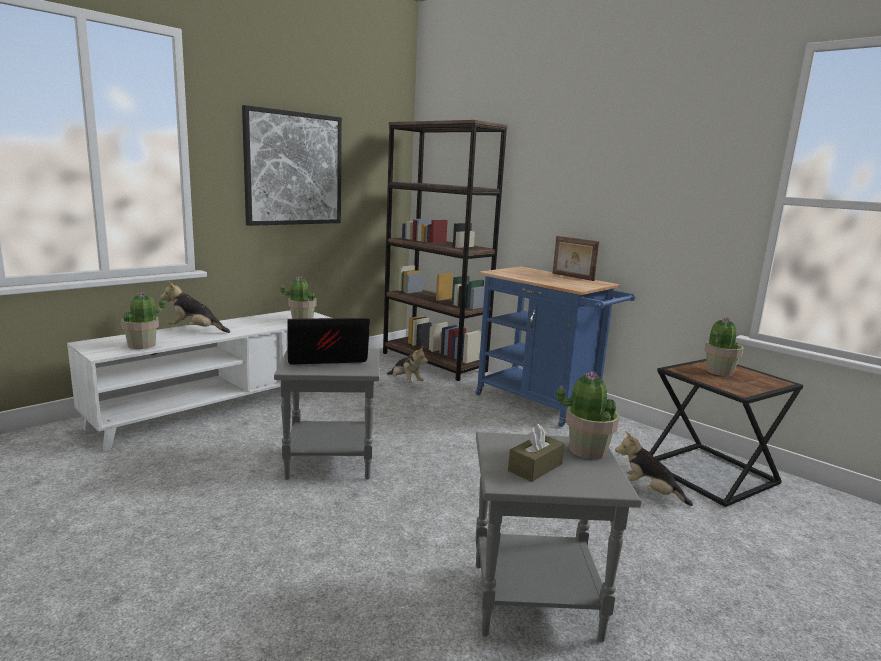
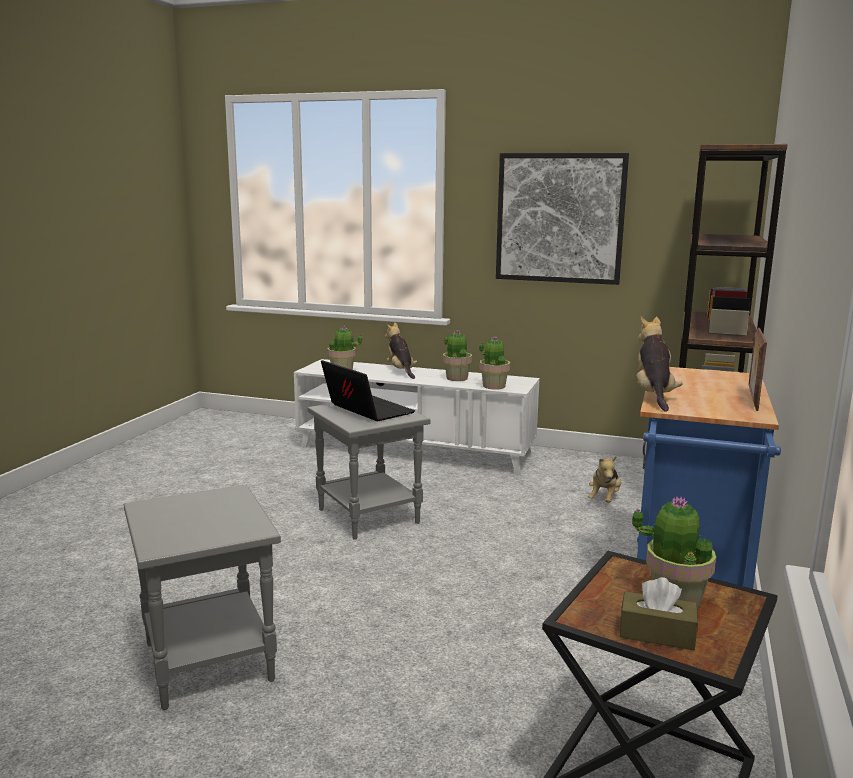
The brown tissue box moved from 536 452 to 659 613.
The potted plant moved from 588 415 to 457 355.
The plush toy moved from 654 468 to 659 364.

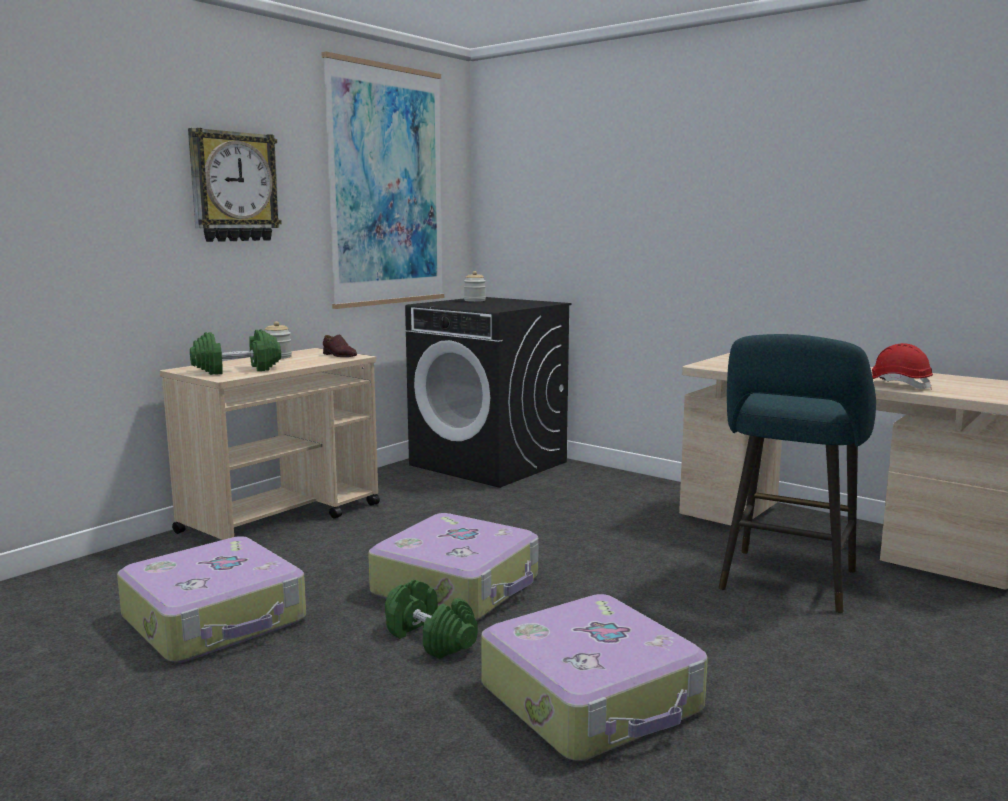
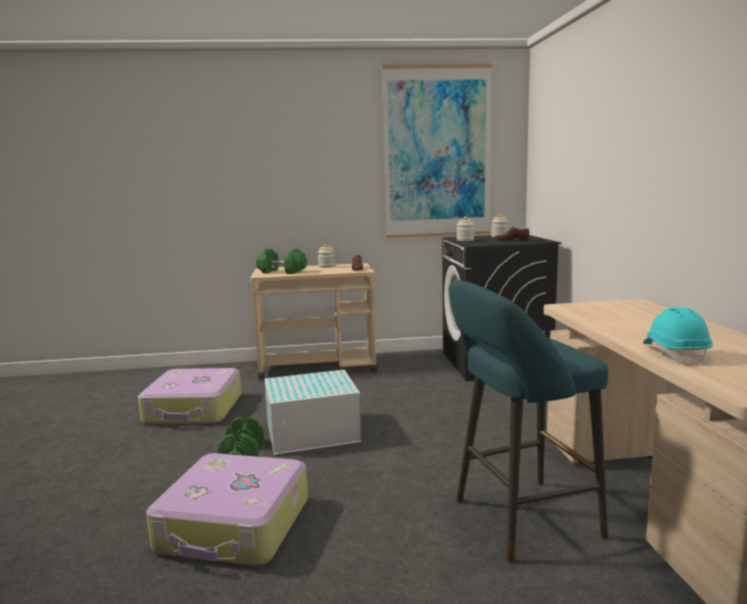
The wall clock at 235 185 disappeared.
The jar at 465 228 appeared.
The brown shoe at 511 234 appeared.
The suitcase at 453 567 was replaced by the white storage box at 312 412.
The red hard hat at 902 366 became the turquoise hard hat at 677 336.

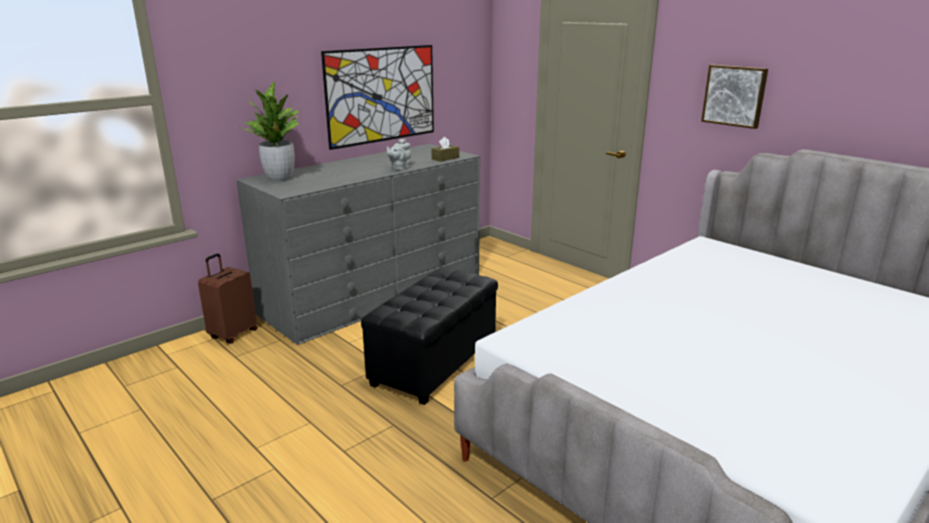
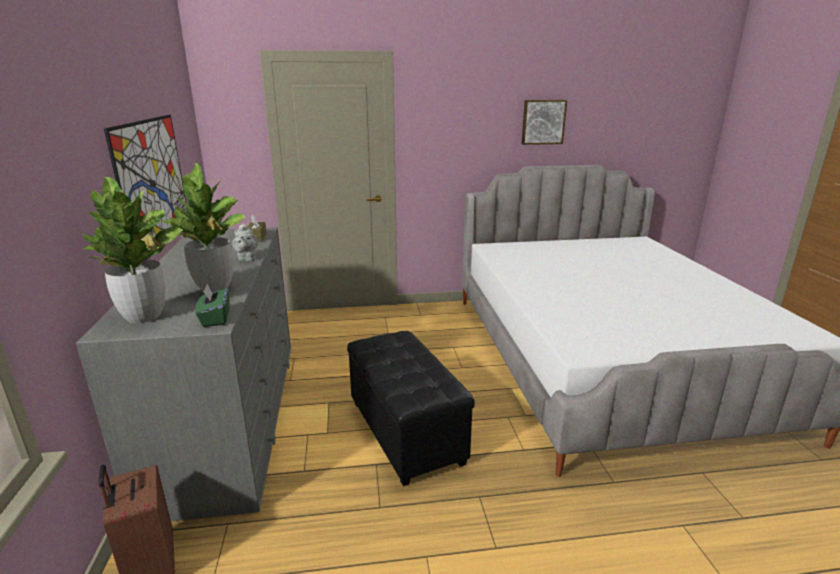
The potted plant at 202 227 appeared.
The green tissue box at 212 305 appeared.
The picture moved from 734 97 to 544 122.

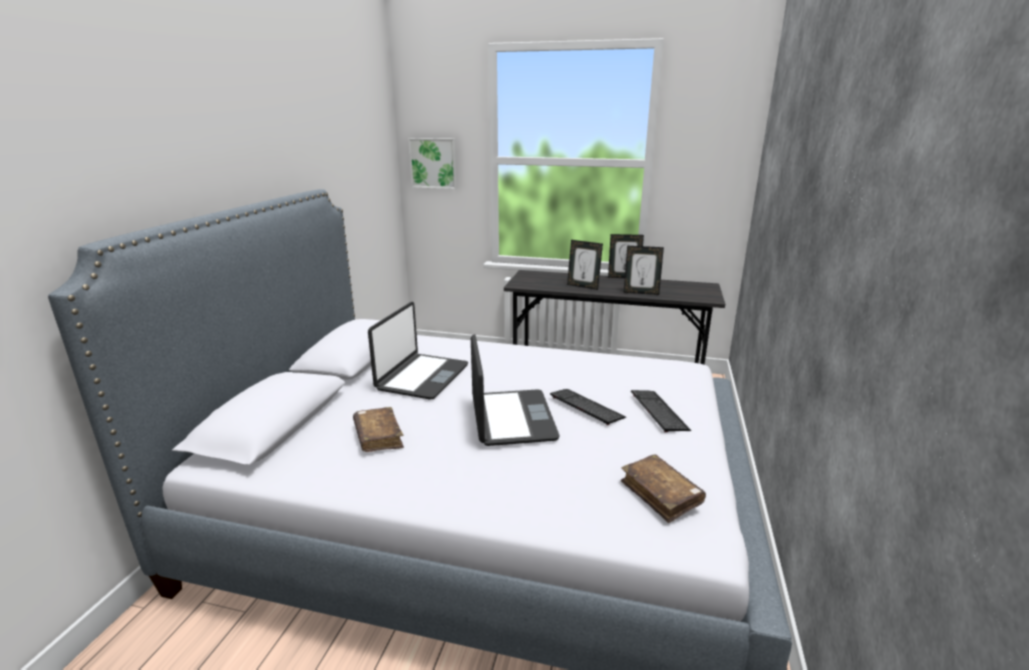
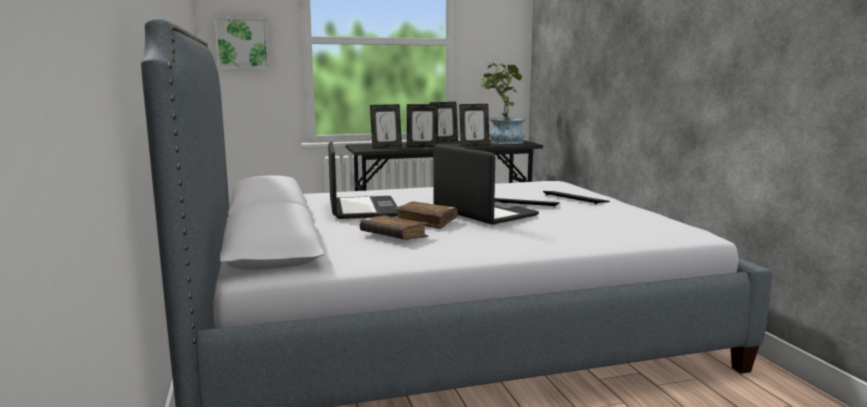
The picture frame at 386 126 appeared.
The potted plant at 500 103 appeared.
The brown book moved from 663 488 to 426 215.

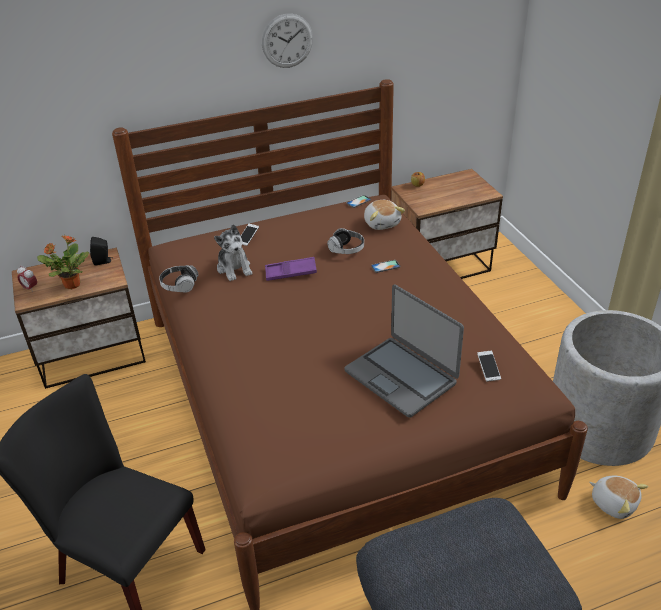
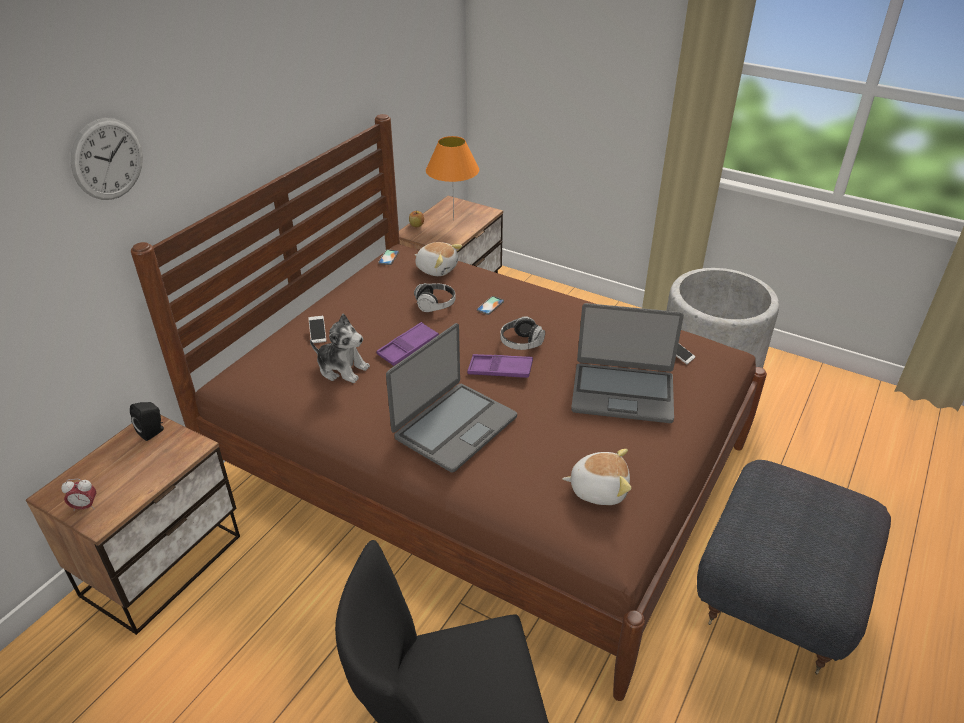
The potted plant at 63 262 disappeared.
The laptop at 451 398 appeared.
The orange table lamp at 452 178 appeared.
The purple tray at 500 366 appeared.
The headphones moved from 178 279 to 522 333.
The wall clock moved from 287 41 to 107 159.
The plush toy moved from 618 497 to 596 477.

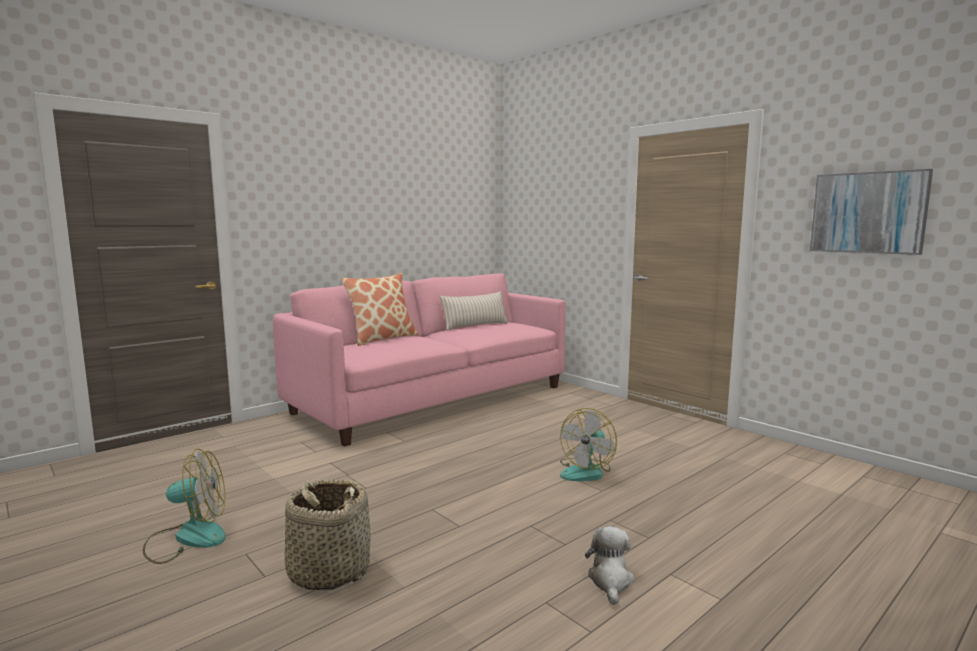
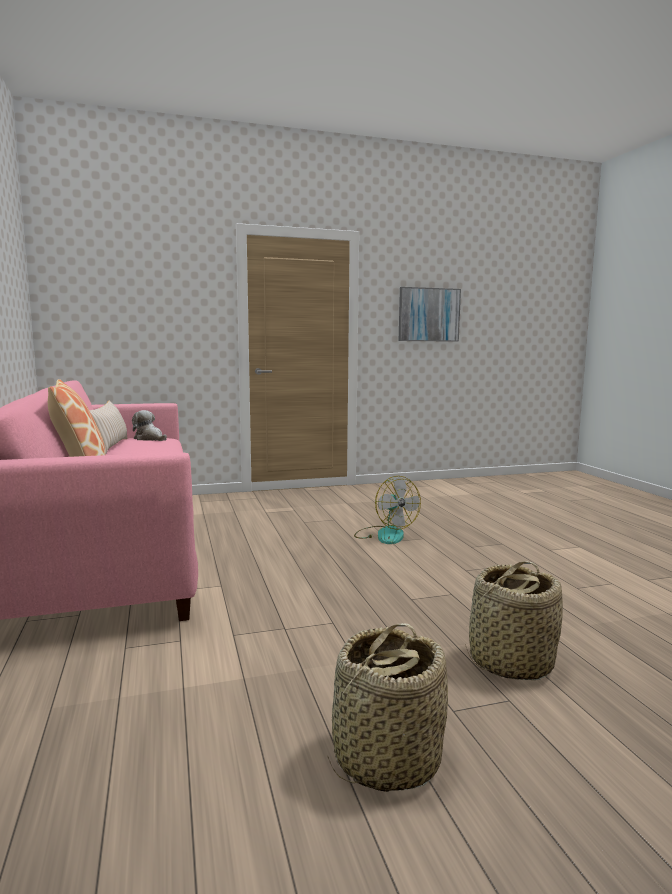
The plush toy moved from 610 565 to 149 425.
The fan at 184 506 was replaced by the basket at 387 707.

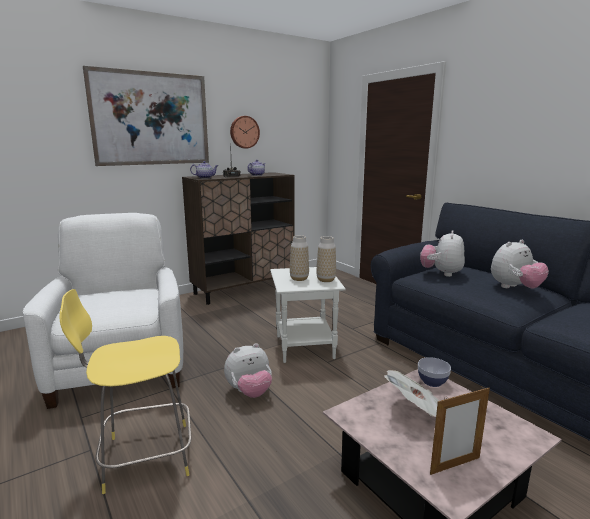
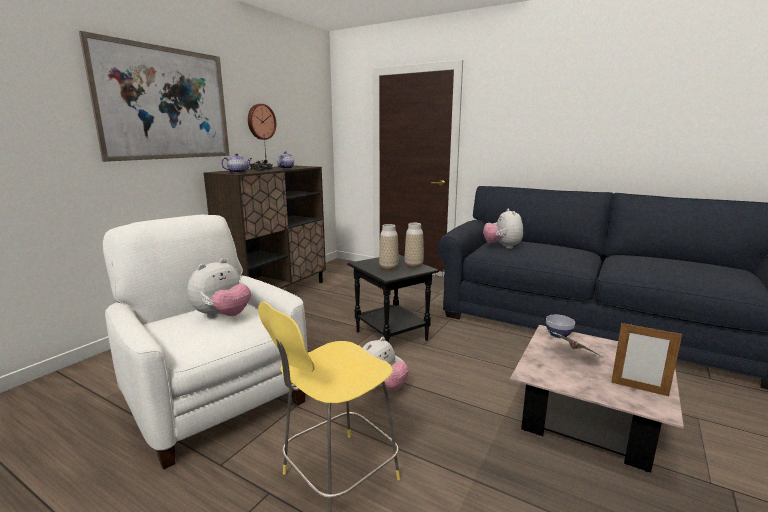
The plush toy moved from 520 264 to 219 288.
The white side table at 308 315 became the black side table at 393 298.
The picture frame at 460 431 turned 75 degrees clockwise.

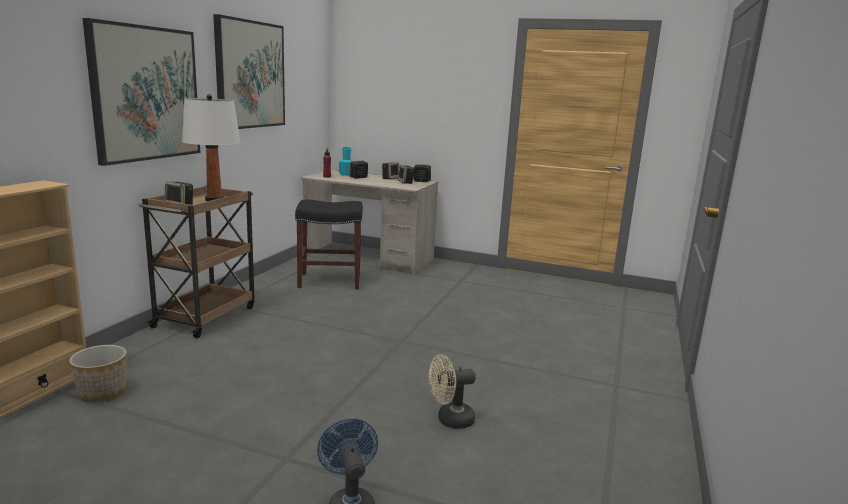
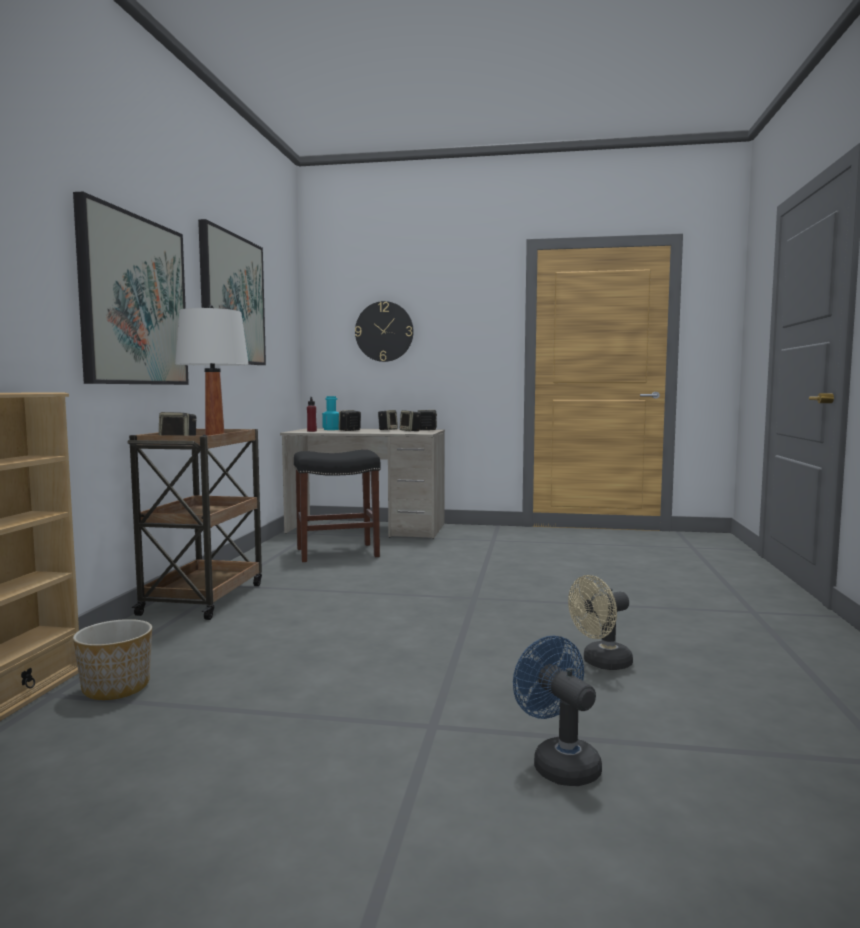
The wall clock at 384 331 appeared.

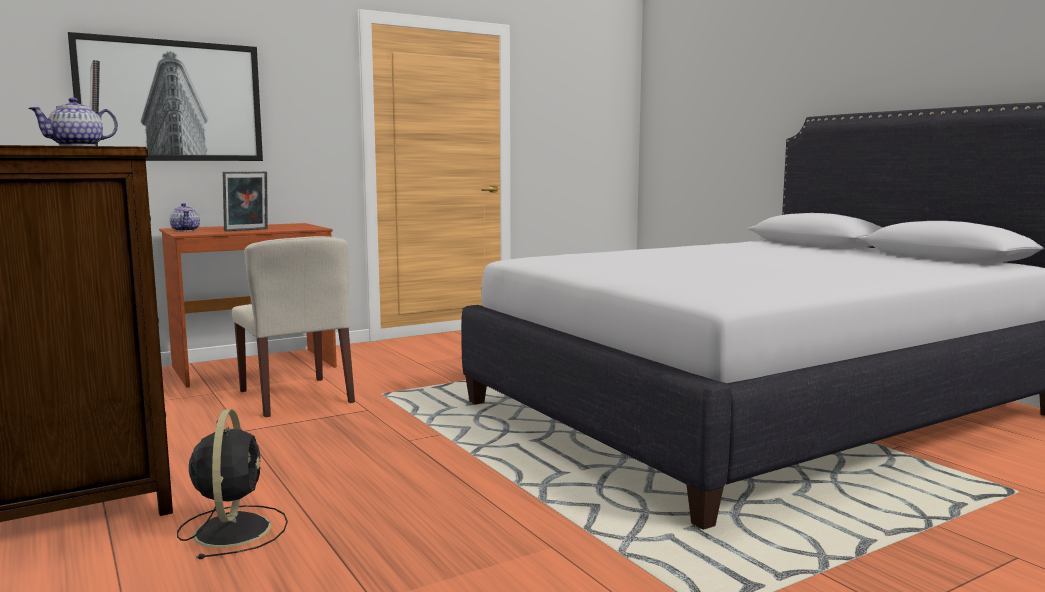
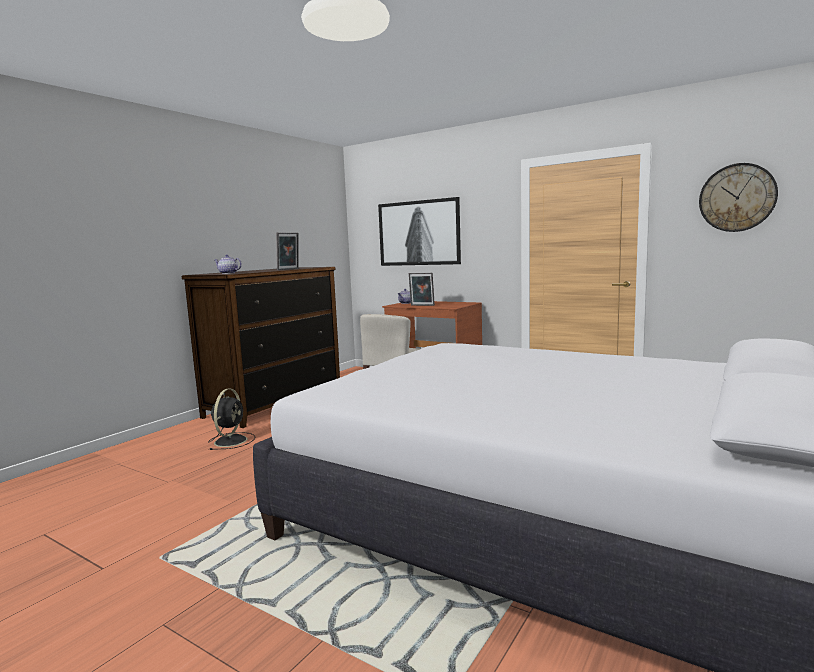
The wall clock at 738 197 appeared.
The black fan at 232 484 turned 45 degrees counterclockwise.

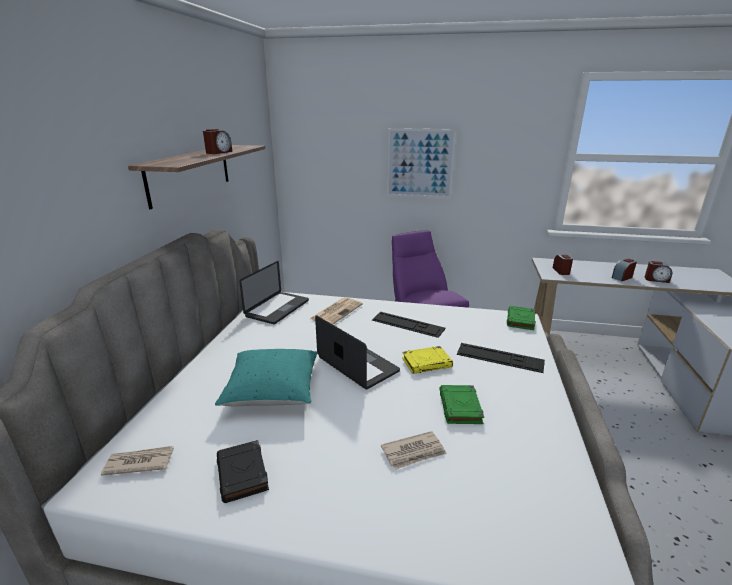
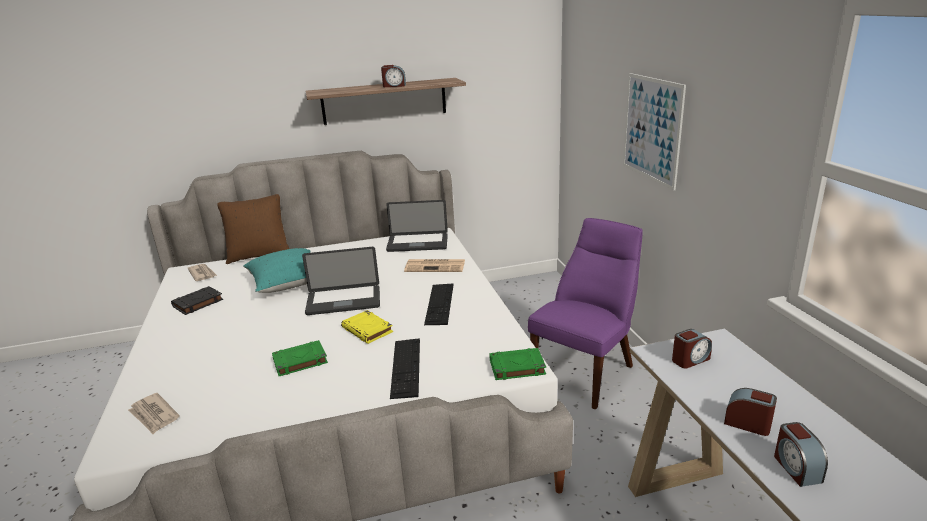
The brown pillow at 253 229 appeared.
The newspaper moved from 414 450 to 154 413.
The laptop at 357 352 turned 60 degrees clockwise.

